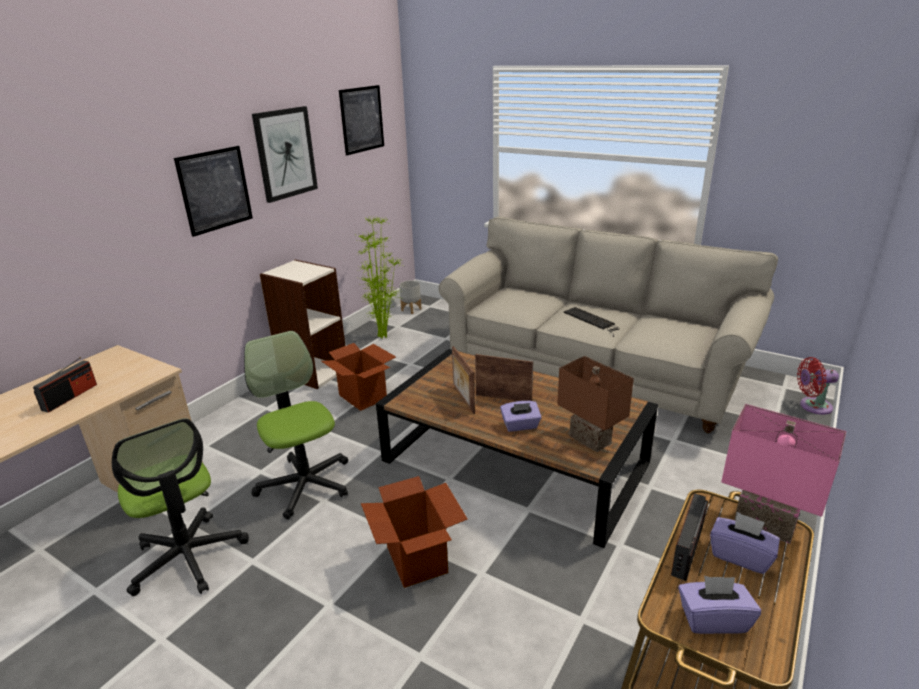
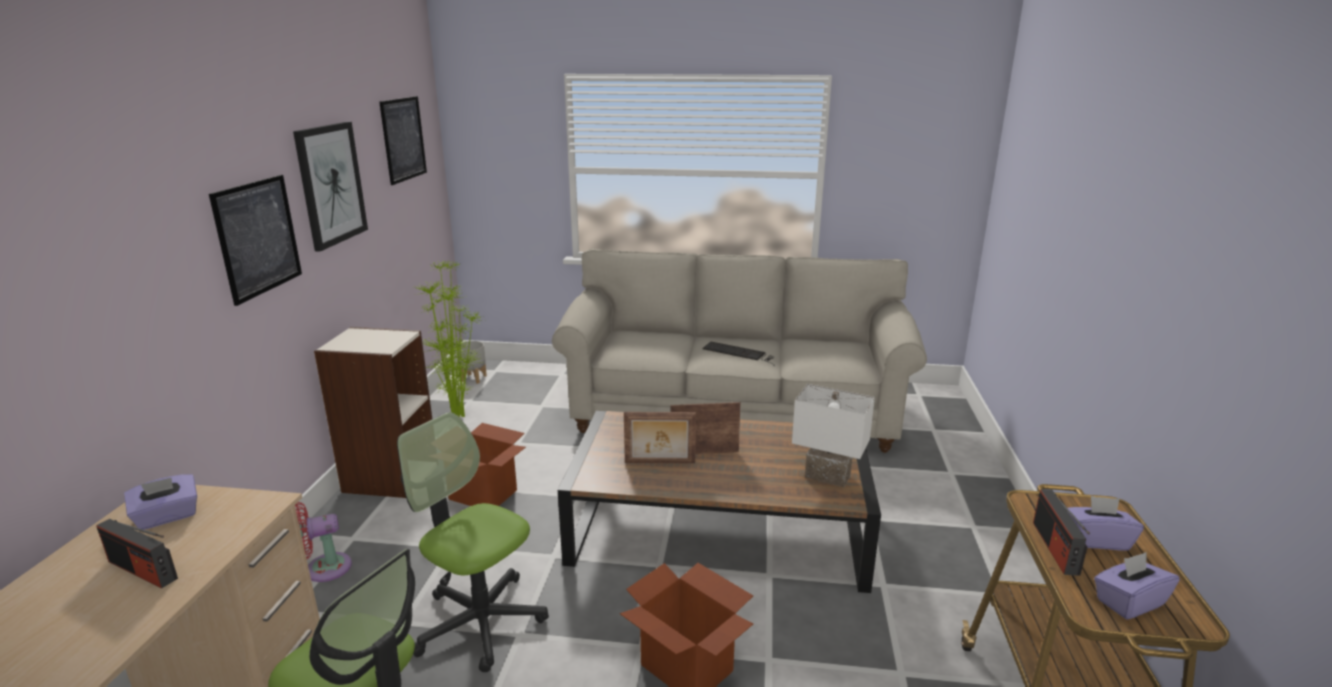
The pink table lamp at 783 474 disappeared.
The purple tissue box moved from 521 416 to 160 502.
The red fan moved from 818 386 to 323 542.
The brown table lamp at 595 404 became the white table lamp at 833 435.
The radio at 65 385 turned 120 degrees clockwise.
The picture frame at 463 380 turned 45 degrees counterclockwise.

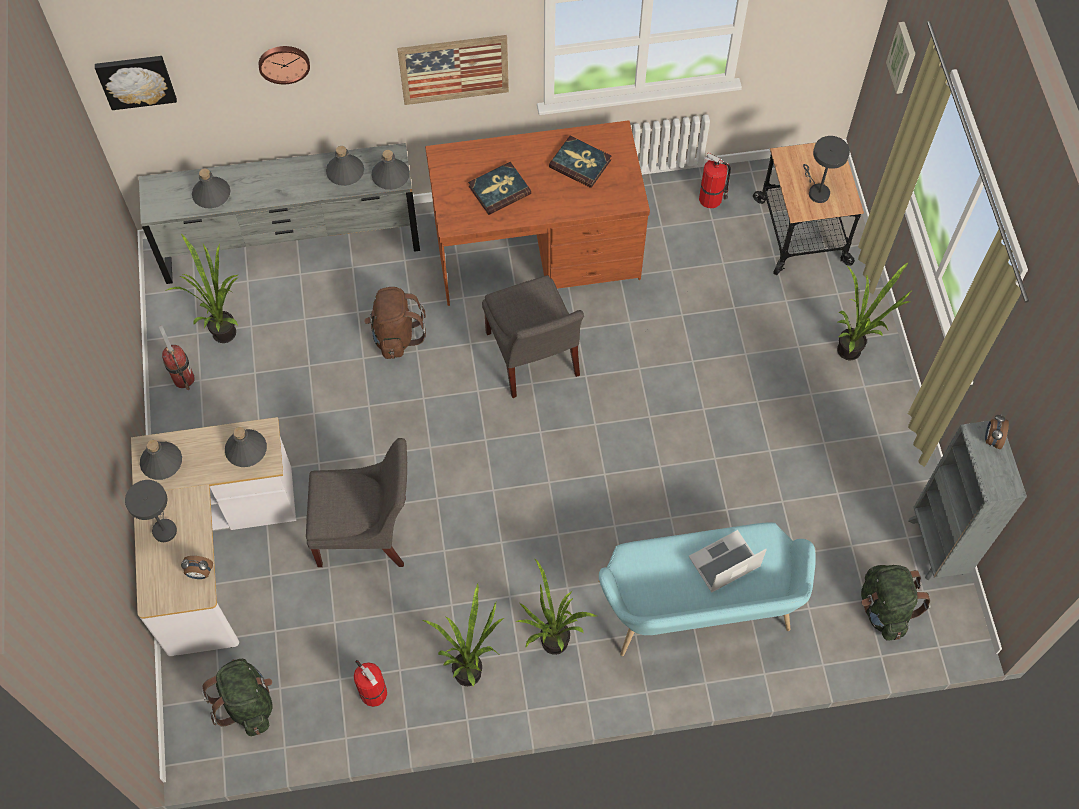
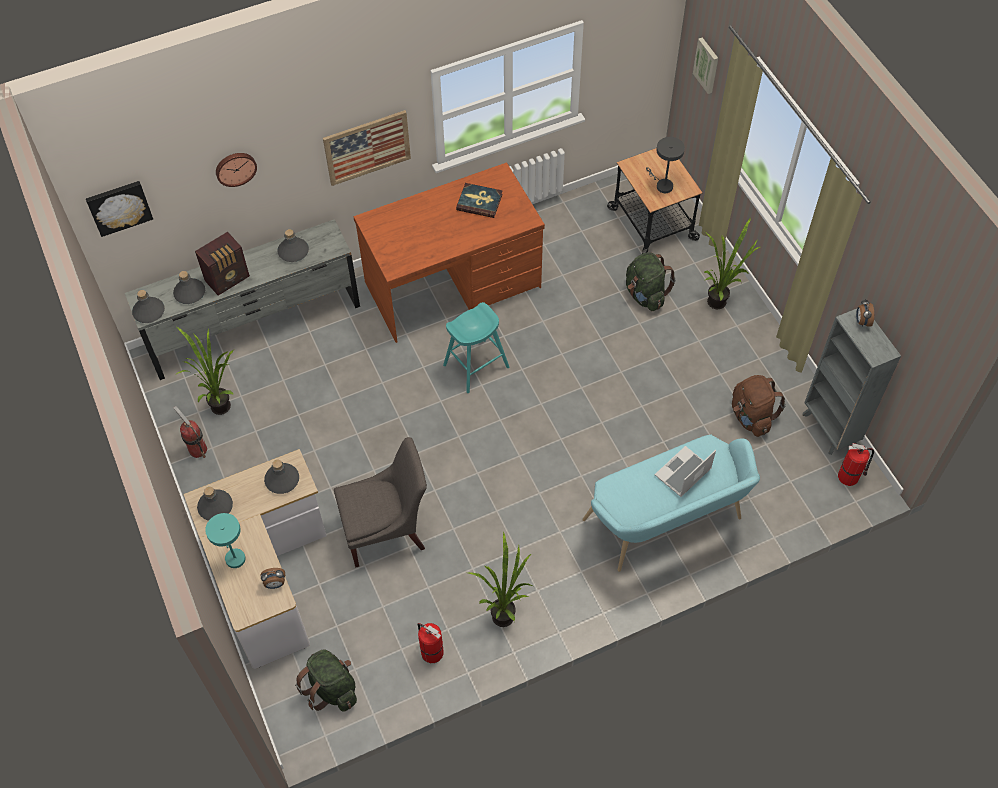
The book at 499 188 disappeared.
The potted plant at 557 606 disappeared.
The radio at 222 264 appeared.
The brown backpack moved from 395 323 to 759 406.
The grey bottle moved from 390 170 to 148 306.
The fire extinguisher moved from 715 181 to 856 464.
The green backpack moved from 896 603 to 651 281.
The grey chair at 533 336 was replaced by the turquoise stool at 476 347.
The grey table lamp at 151 511 became the turquoise table lamp at 225 540.

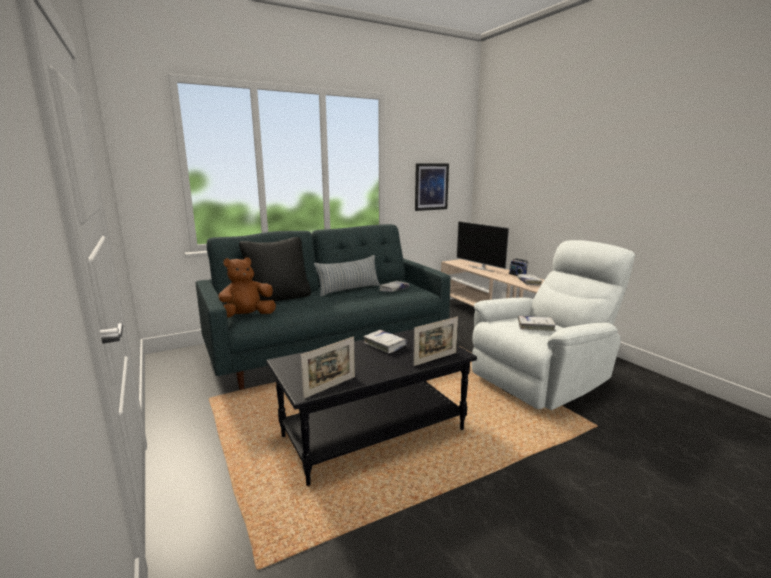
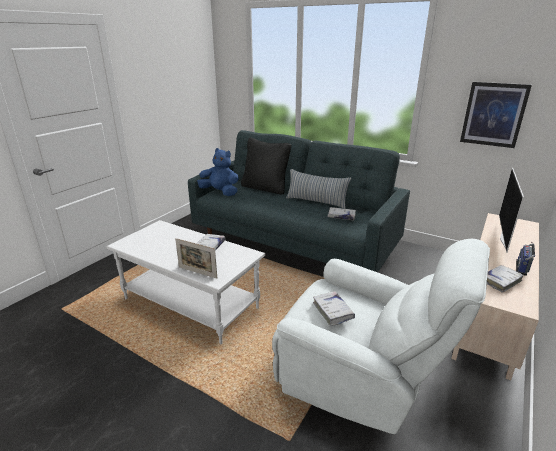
The picture frame at 328 368 disappeared.
The brown plush toy at 247 287 became the blue plush toy at 218 172.
The black coffee table at 371 407 became the white coffee table at 186 282.

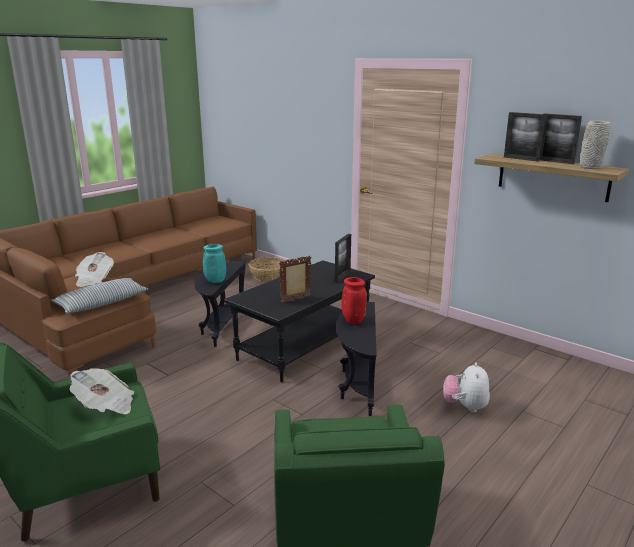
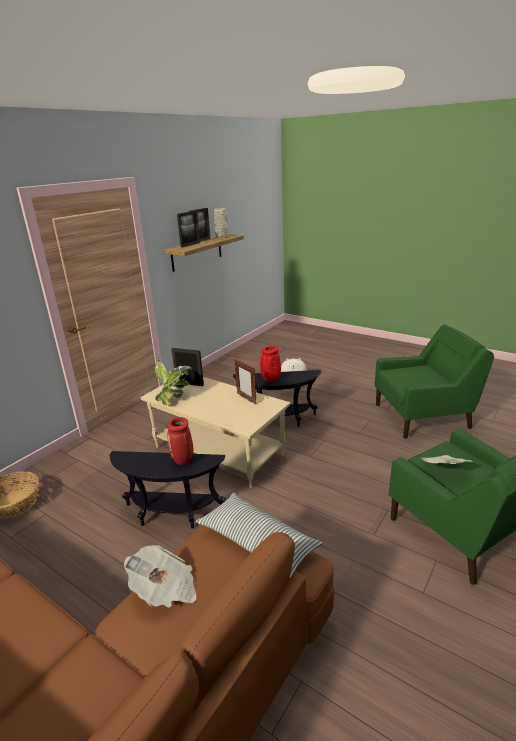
The potted plant at 173 382 appeared.
The turquoise vase at 214 263 became the red vase at 180 441.
The black coffee table at 299 321 became the beige coffee table at 215 432.

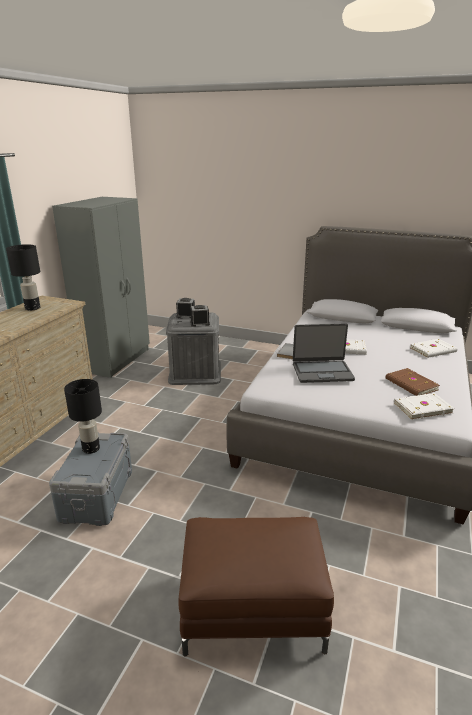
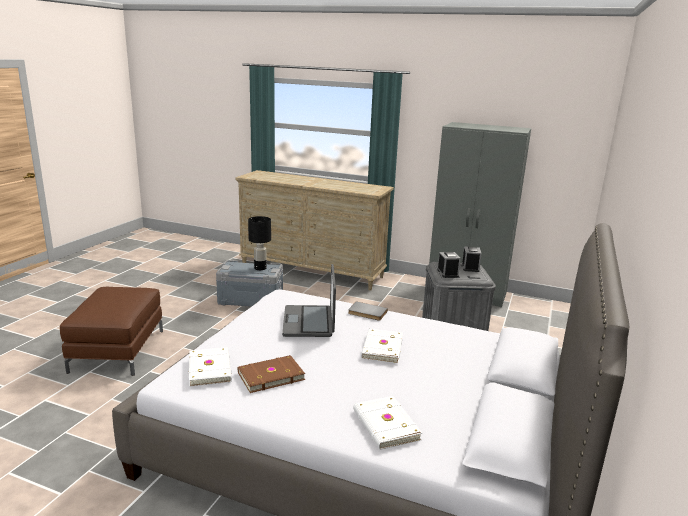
The black table lamp at 23 277 disappeared.

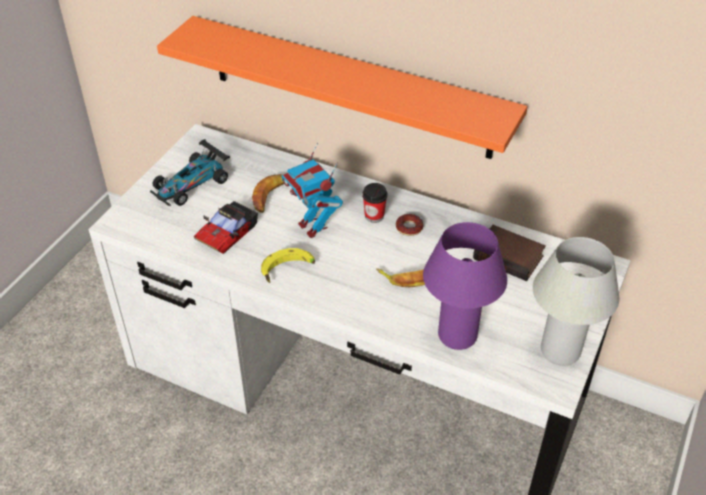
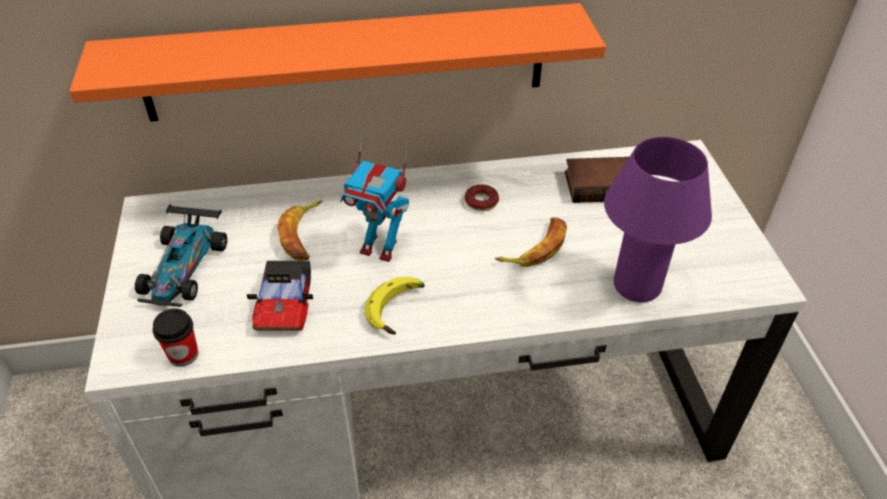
The white table lamp at 576 301 disappeared.
The cup moved from 374 203 to 175 337.

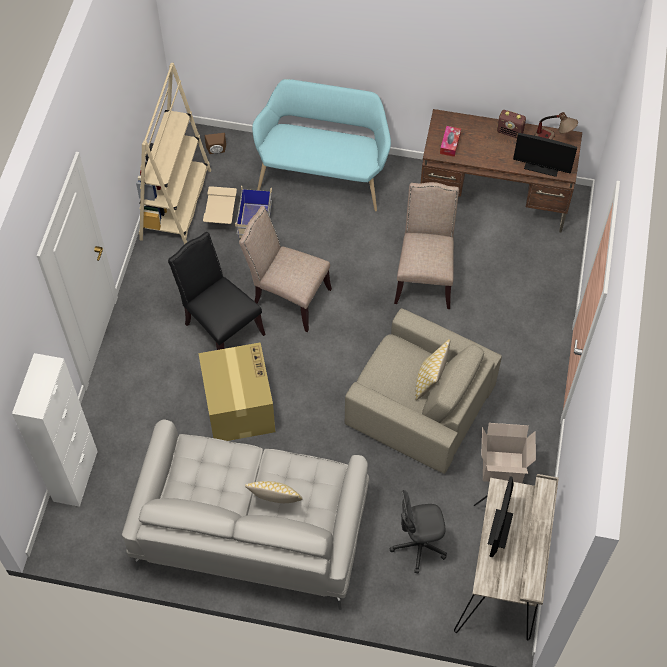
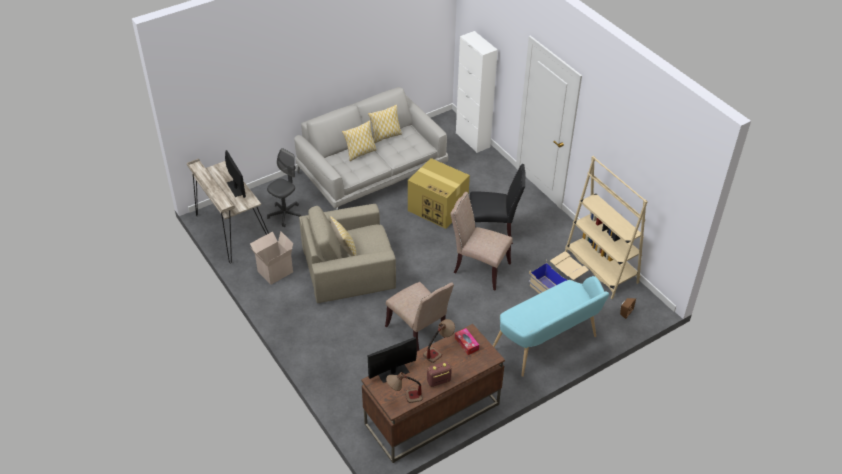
The pillow at 385 123 appeared.
The table lamp at 439 341 appeared.
The beige chair at 285 269 turned 135 degrees counterclockwise.

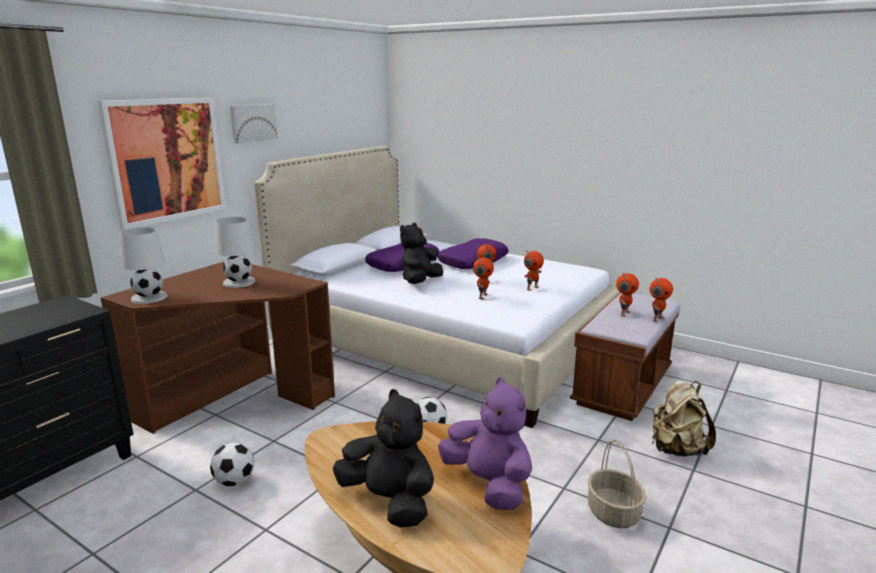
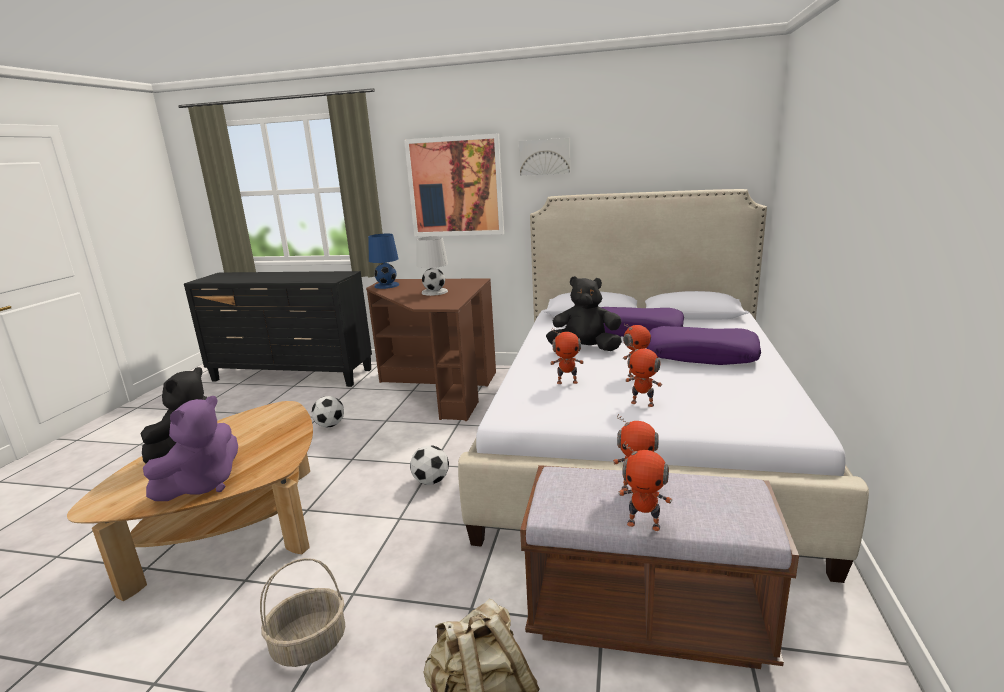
The white table lamp at 144 266 became the blue table lamp at 383 261.

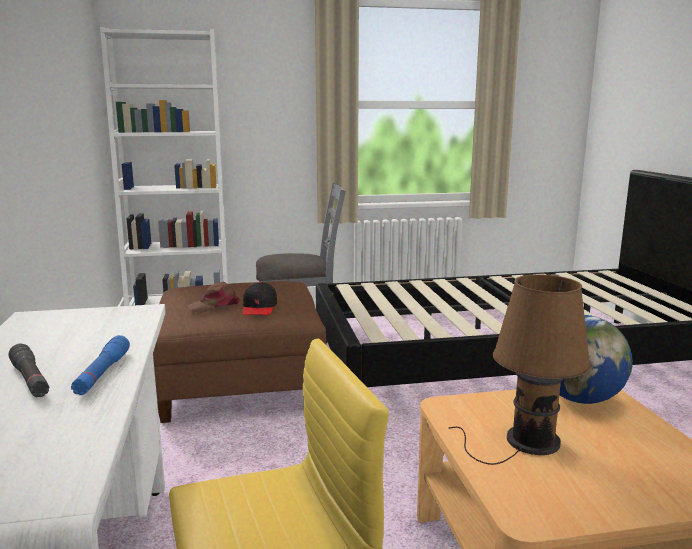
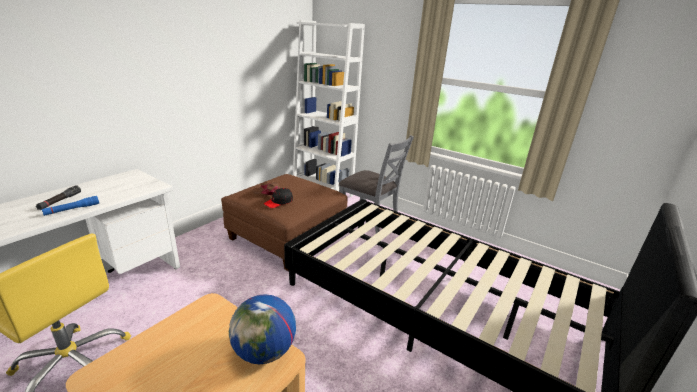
The brown table lamp at 519 369 disappeared.

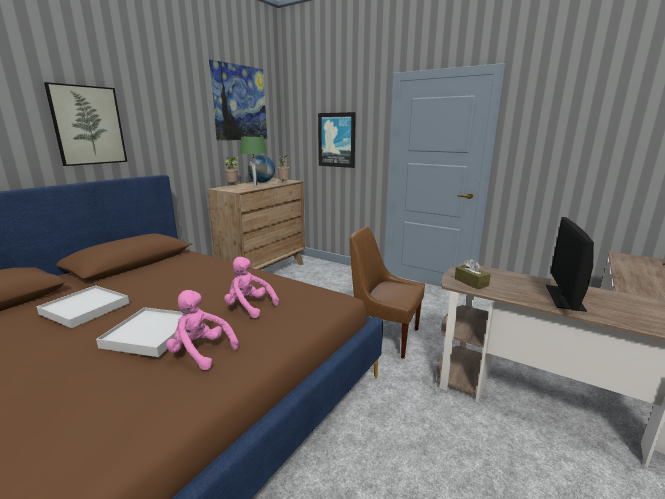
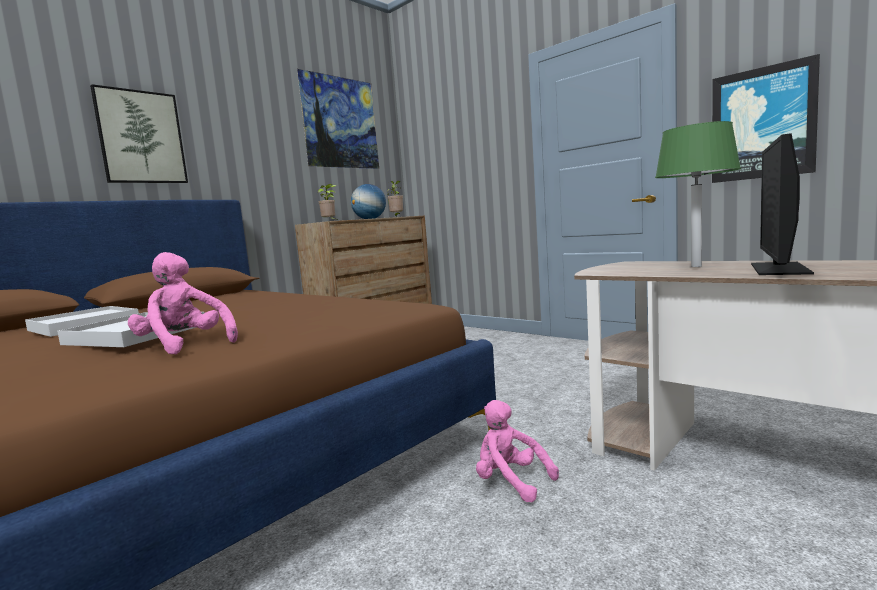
The brown chair at 387 293 disappeared.
The brown tissue box at 473 273 disappeared.
The pink plush toy moved from 251 287 to 517 451.
The green table lamp moved from 253 162 to 698 194.
The picture moved from 337 140 to 766 118.

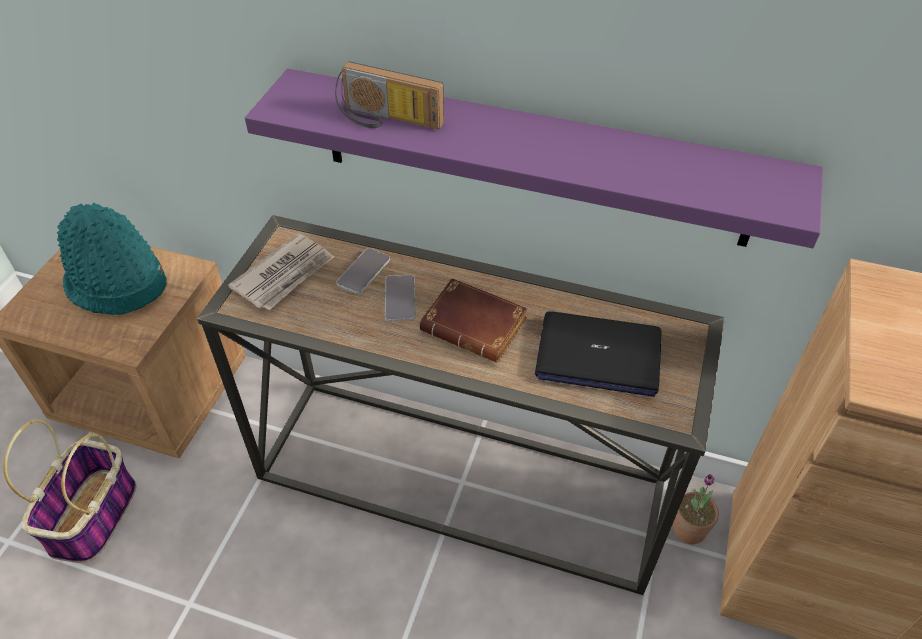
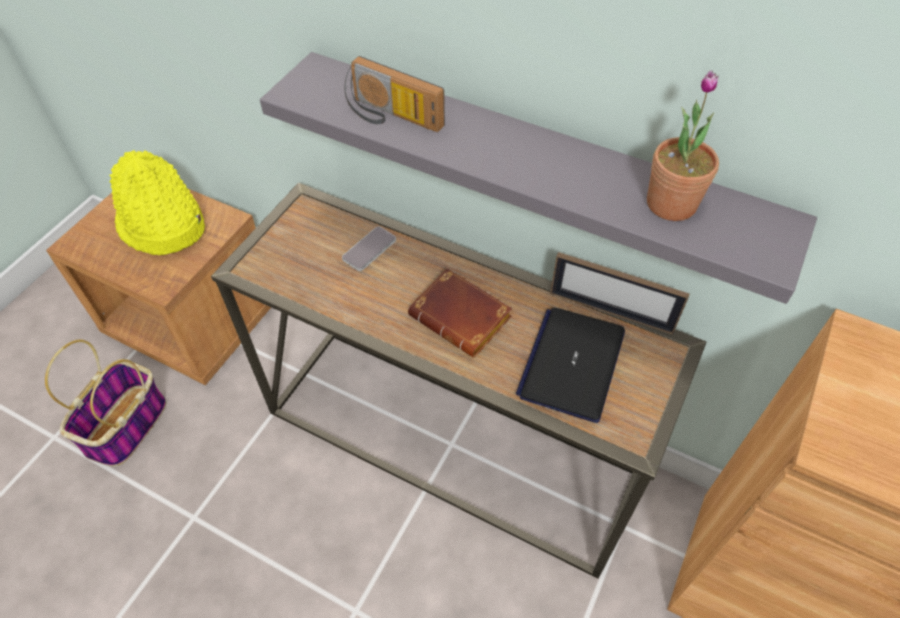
The newspaper at 281 271 disappeared.
The phone at 400 298 disappeared.
The picture frame at 620 293 appeared.
The potted plant moved from 696 509 to 683 145.
The turquoise hat at 111 259 became the yellow hat at 157 202.
The purple shelf at 534 158 became the grey shelf at 538 178.
The laptop at 598 354 turned 90 degrees clockwise.

